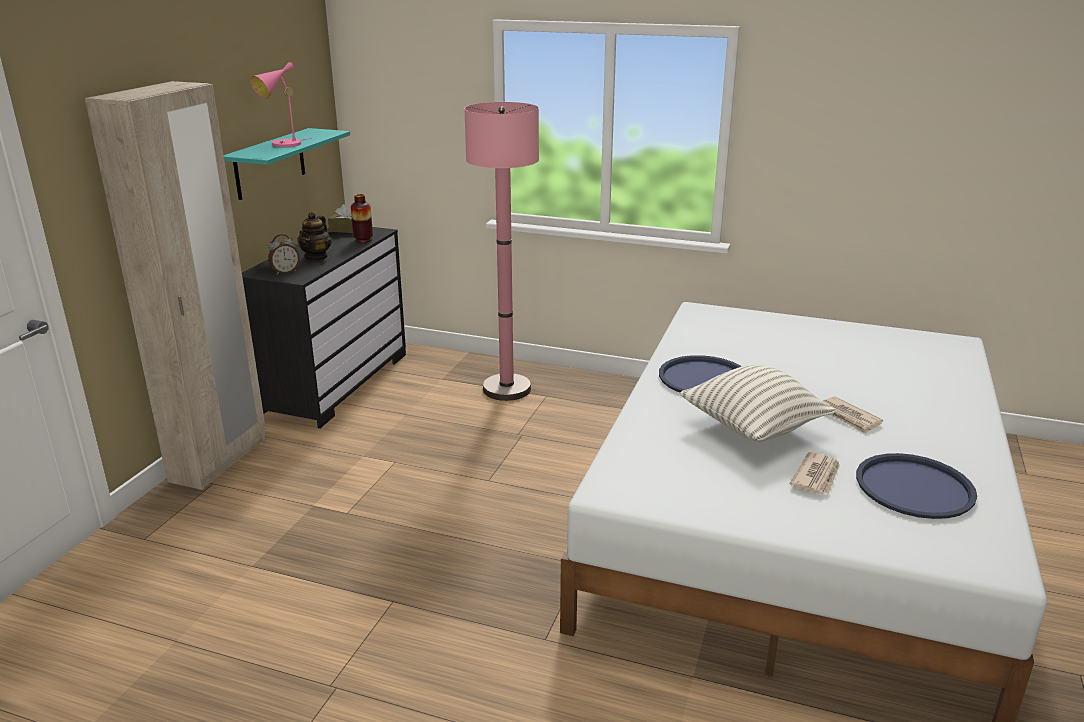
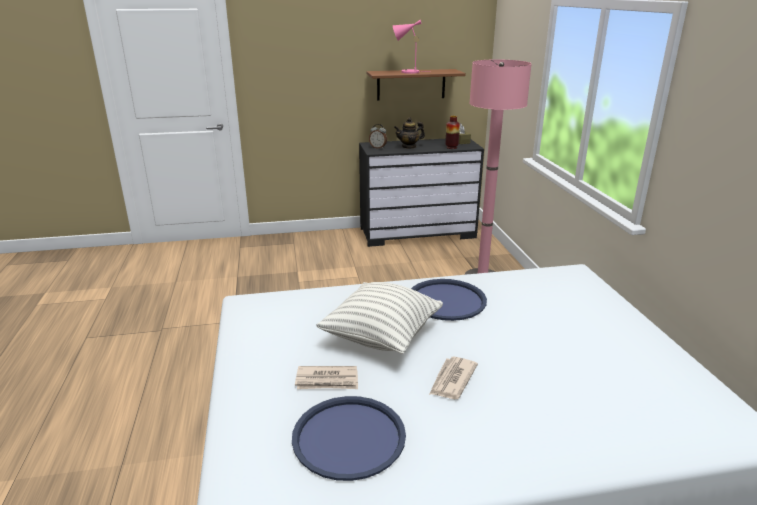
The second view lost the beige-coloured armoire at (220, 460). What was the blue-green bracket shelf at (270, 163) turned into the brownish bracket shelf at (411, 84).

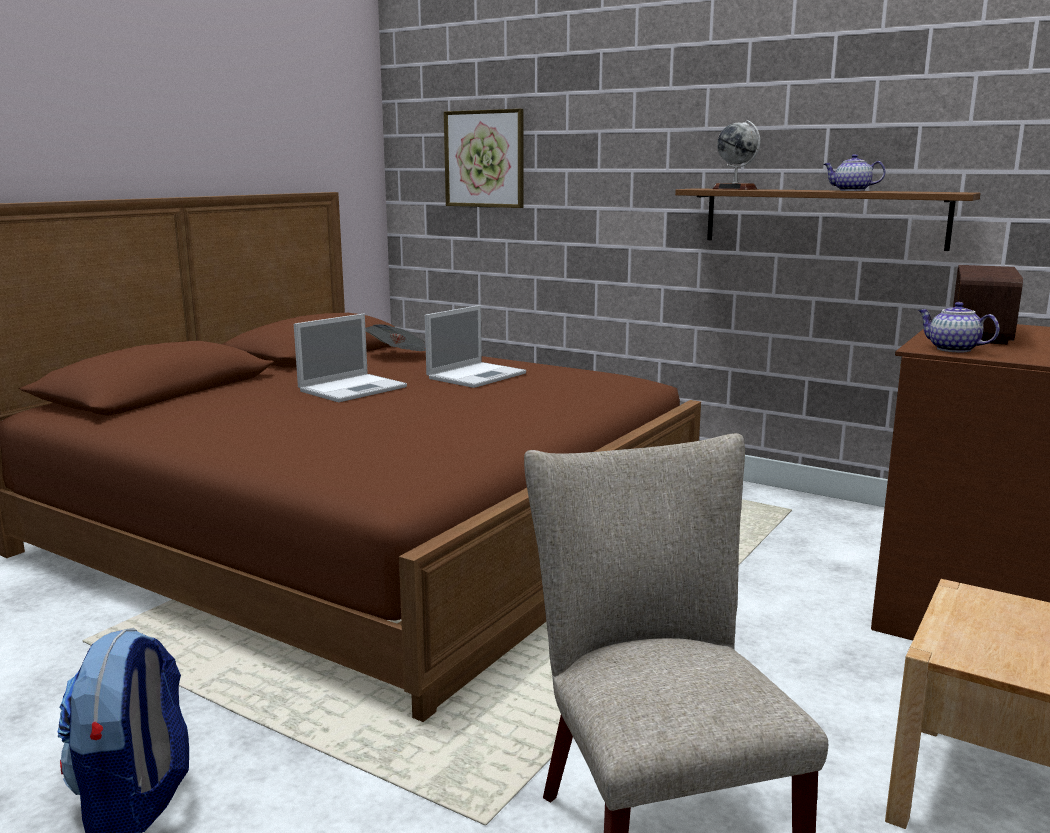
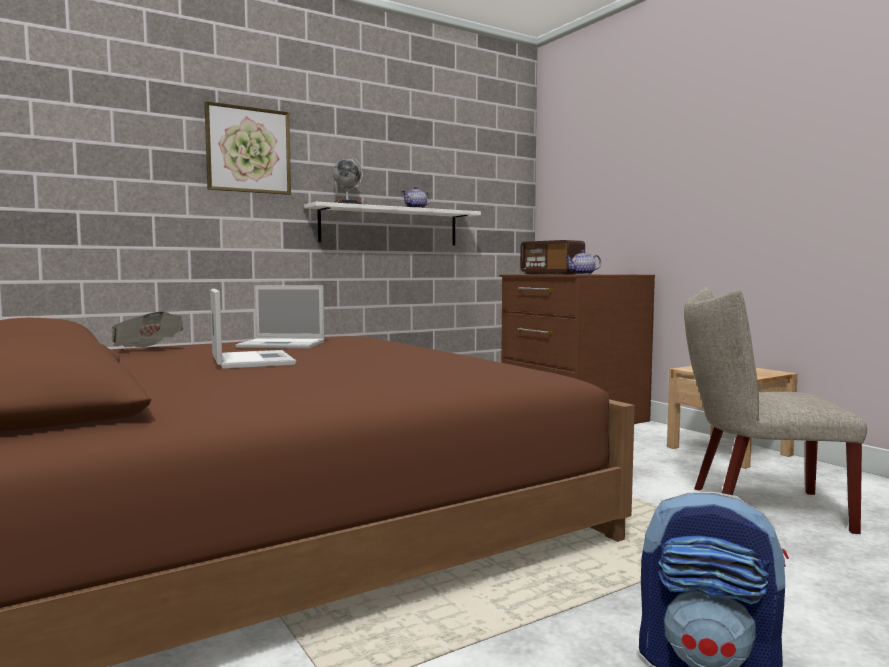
The portable computer at (477, 375) ended up facing another way, 120 degrees clockwise from before. The picture ended up elsewhere, having gone from (484, 159) to (248, 150). What was the brownish bracket shelf at (822, 217) turned into the white bracket shelf at (390, 226).

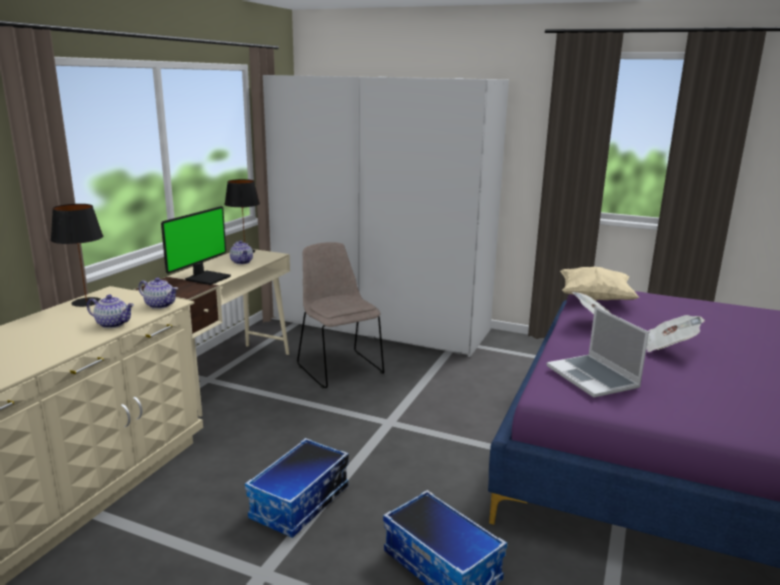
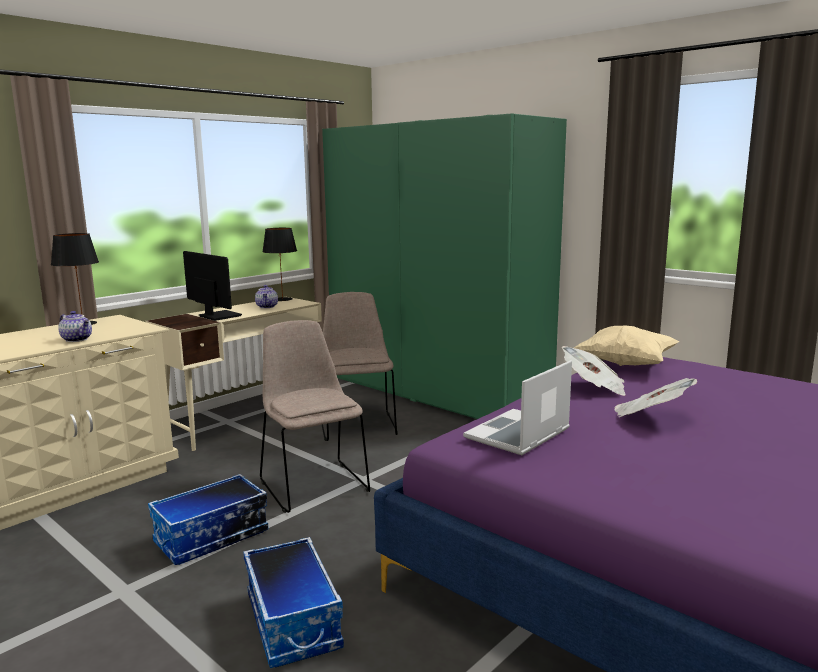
The second view lost the pot for tea at (160, 305). The computer screen at (207, 278) ended up facing another way, 90 degrees counterclockwise from before. What was the white armoire at (377, 324) turned into the greenish armoire at (432, 390). The portable computer at (593, 378) ended up facing another way, 45 degrees clockwise from before. The second view gained the beige-coloured chair at (313, 484).

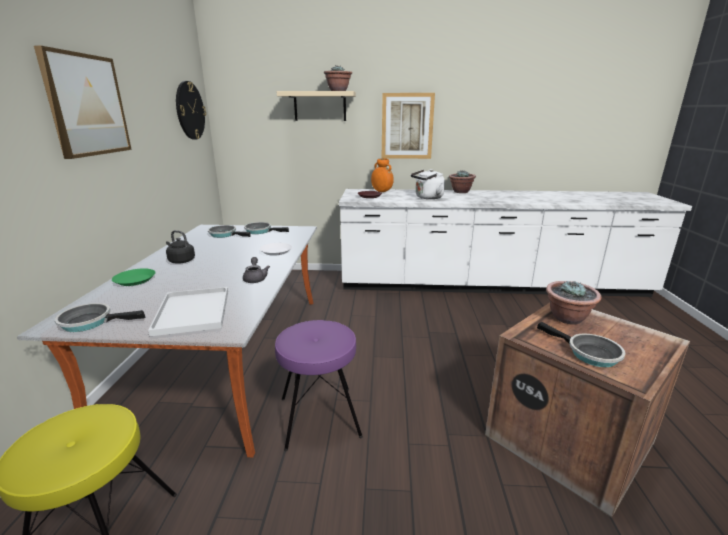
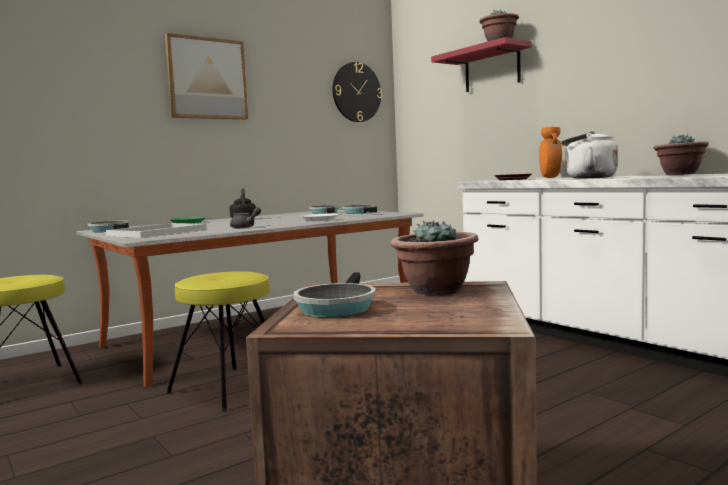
What was the purple stool seat at (320, 417) turned into the yellowish stool seat at (230, 388). What was the beige-coloured bracket shelf at (320, 106) turned into the red bracket shelf at (492, 69). The second view lost the picture at (407, 126).

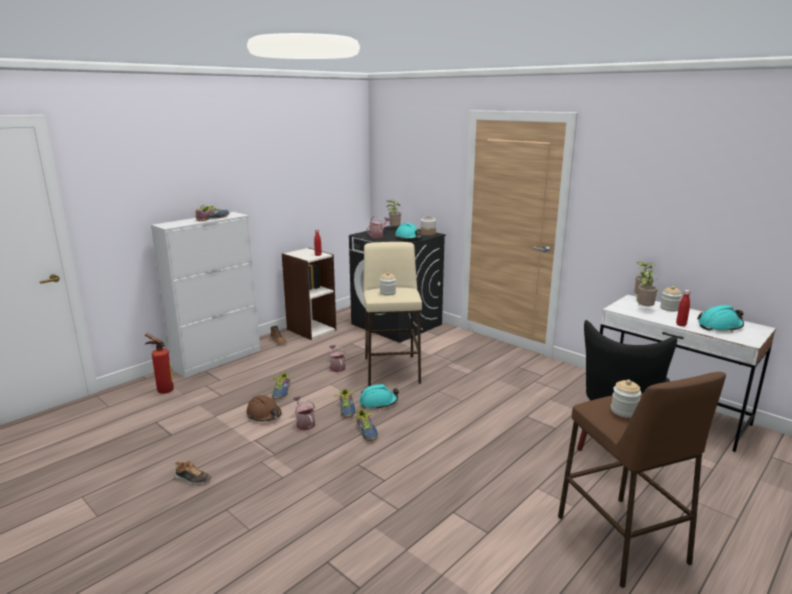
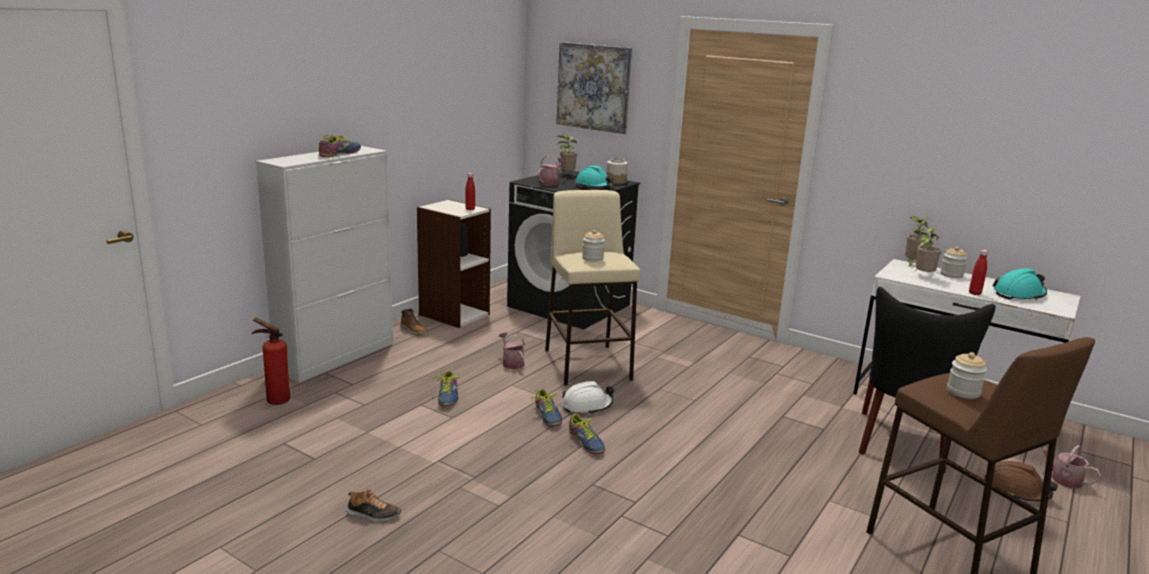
The brownish hard hat ended up elsewhere, having gone from (264, 415) to (1016, 490). The watering pot ended up elsewhere, having gone from (304, 423) to (1062, 478). What was the blue-green hard hat at (378, 402) turned into the white hard hat at (587, 406). The second view gained the picture at (594, 87).

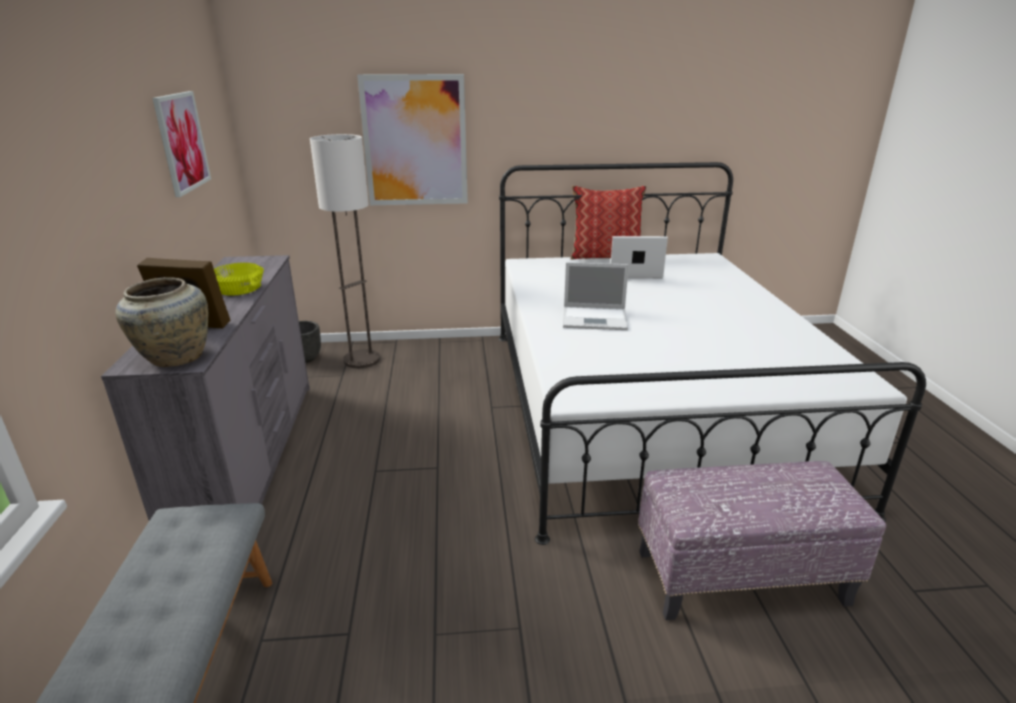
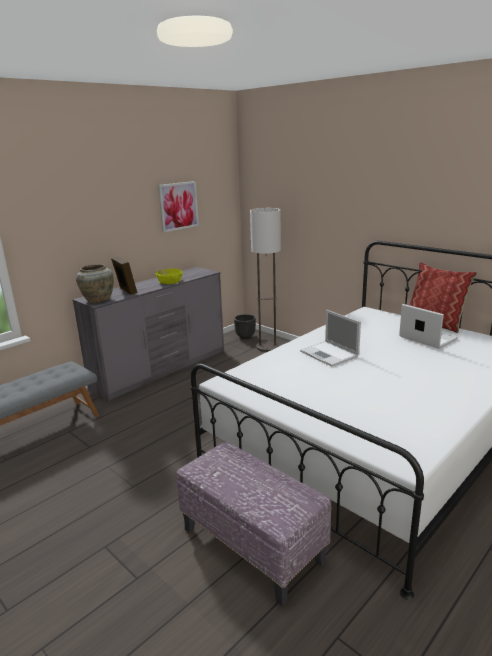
The second view lost the picture at (415, 141).

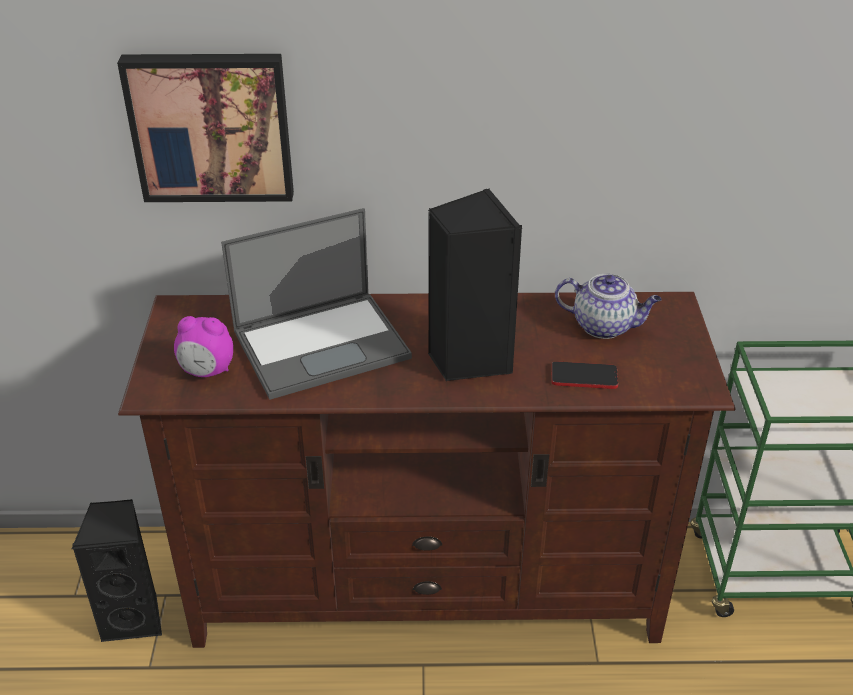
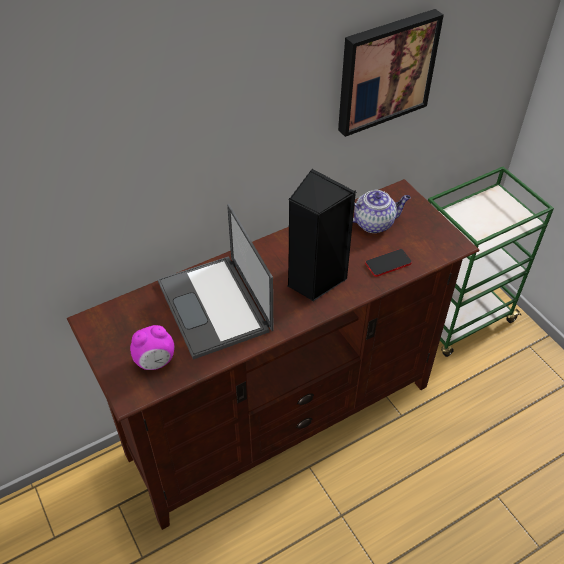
The second view lost the blackish speaker at (134, 617). The picture ended up elsewhere, having gone from (211, 126) to (385, 71). The portable computer at (323, 343) ended up facing another way, 120 degrees clockwise from before.

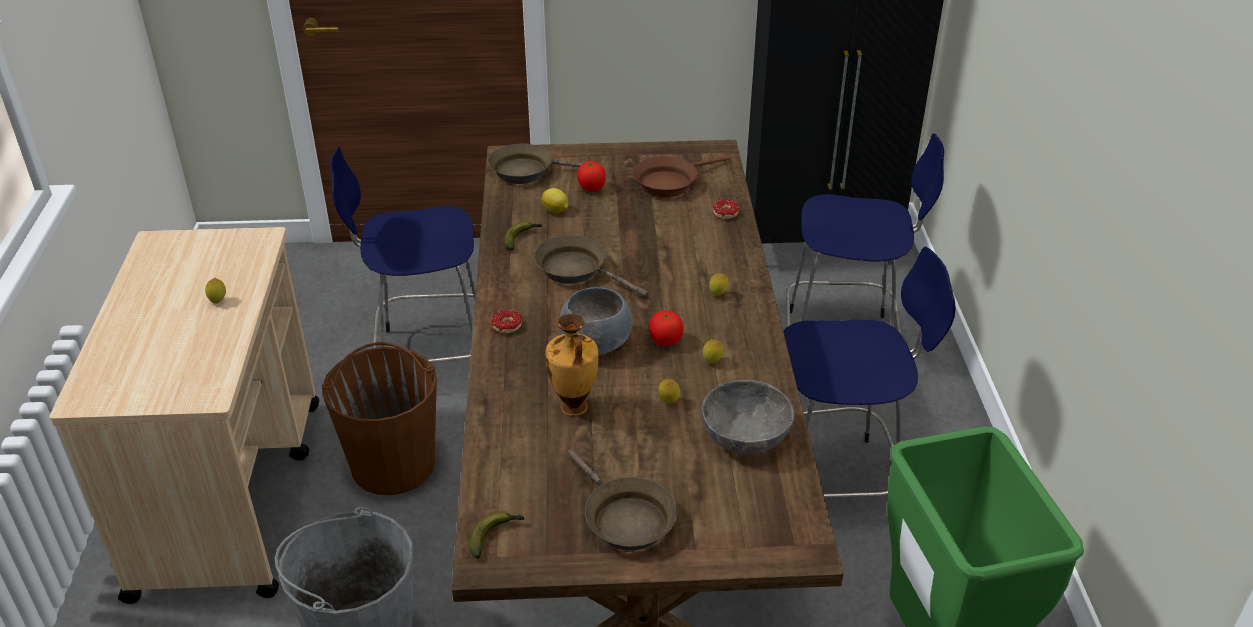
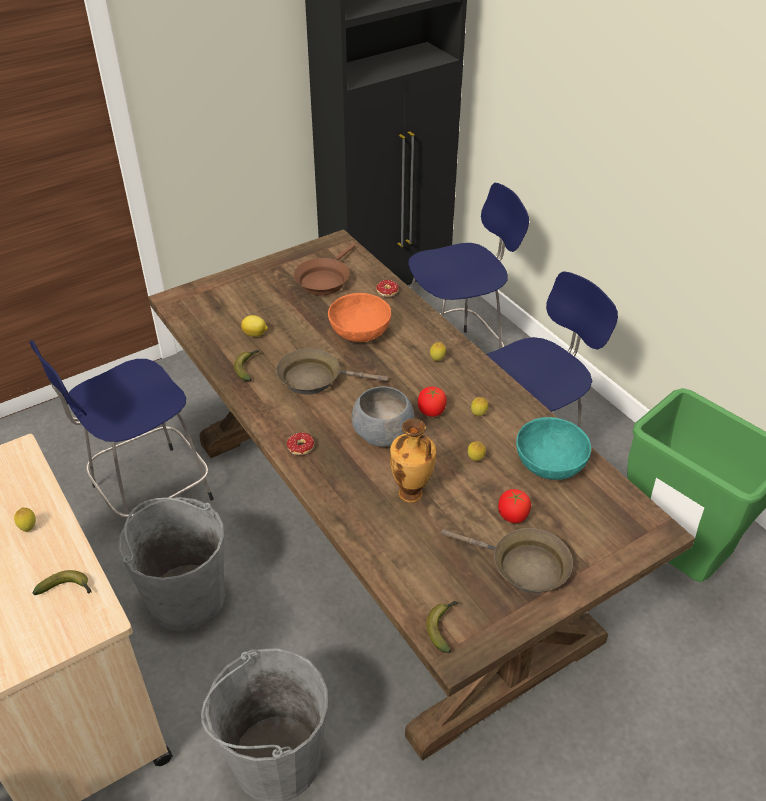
What was the brownish bucket at (393, 464) turned into the greyish bucket at (186, 598). The second view lost the brownish pan at (527, 171). The fresh tomato ended up elsewhere, having gone from (591, 188) to (512, 516). What was the greyish deep dish at (745, 437) turned into the blue-green deep dish at (549, 464). The second view gained the whole banana at (67, 589). The second view gained the orange-coloured deep dish at (359, 332).

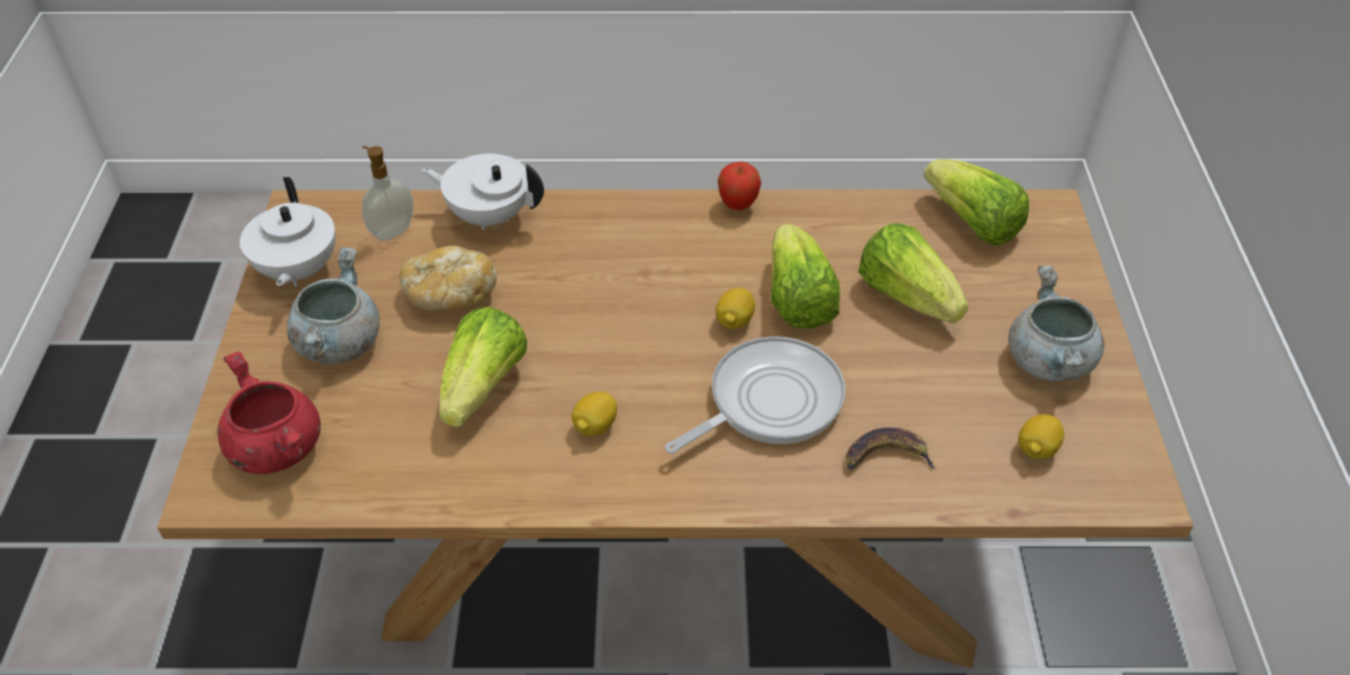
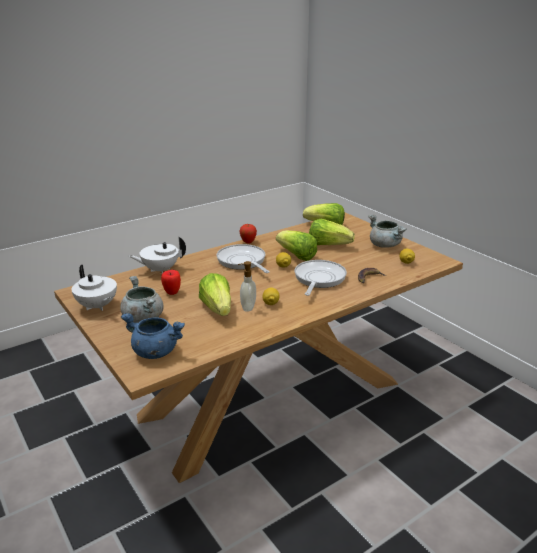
What was the red cooking pot at (276, 448) turned into the bluish cooking pot at (154, 352). The liquid soap bottle ended up elsewhere, having gone from (392, 230) to (247, 307). Where the baked bread stood at (449, 295), the whole apple came to stand at (172, 292). The second view gained the pan at (242, 261).

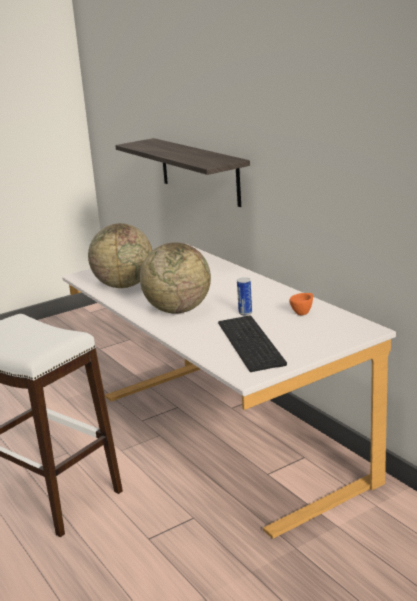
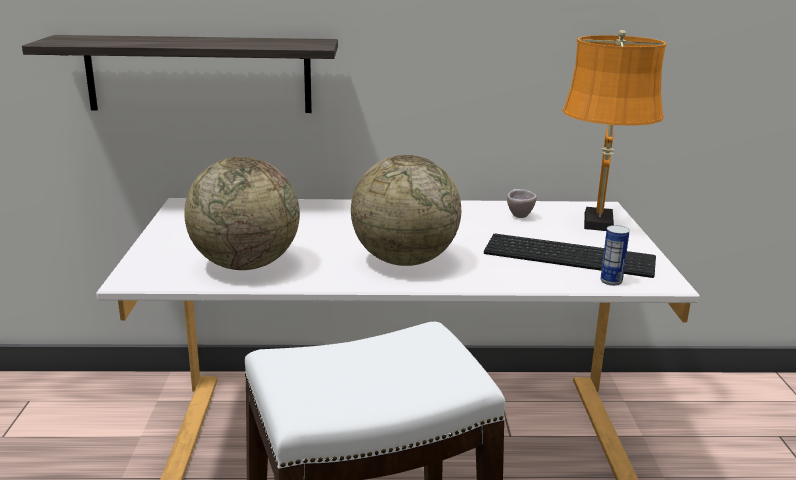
The sealed can ended up elsewhere, having gone from (245, 313) to (611, 281). What was the orange-coloured cup at (303, 312) turned into the beige-coloured cup at (517, 215). The second view gained the orange-coloured lamp for a table at (598, 223).

